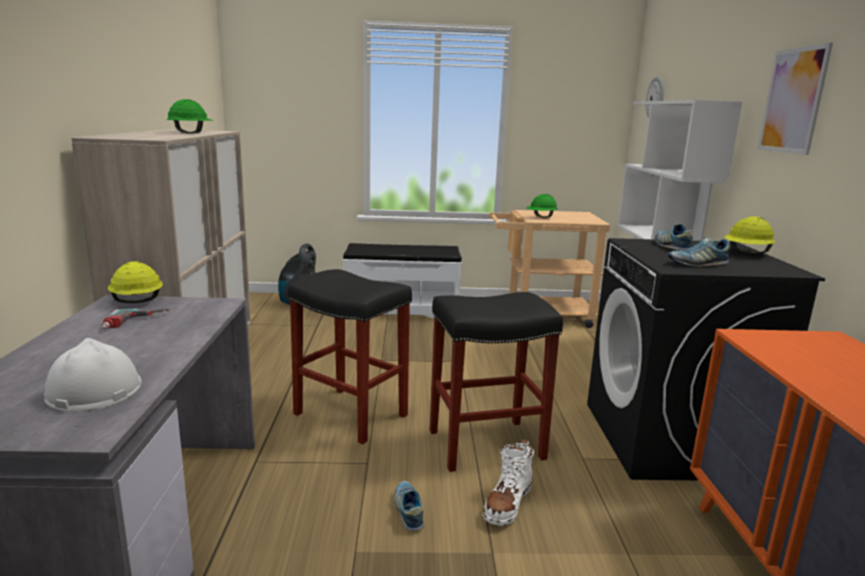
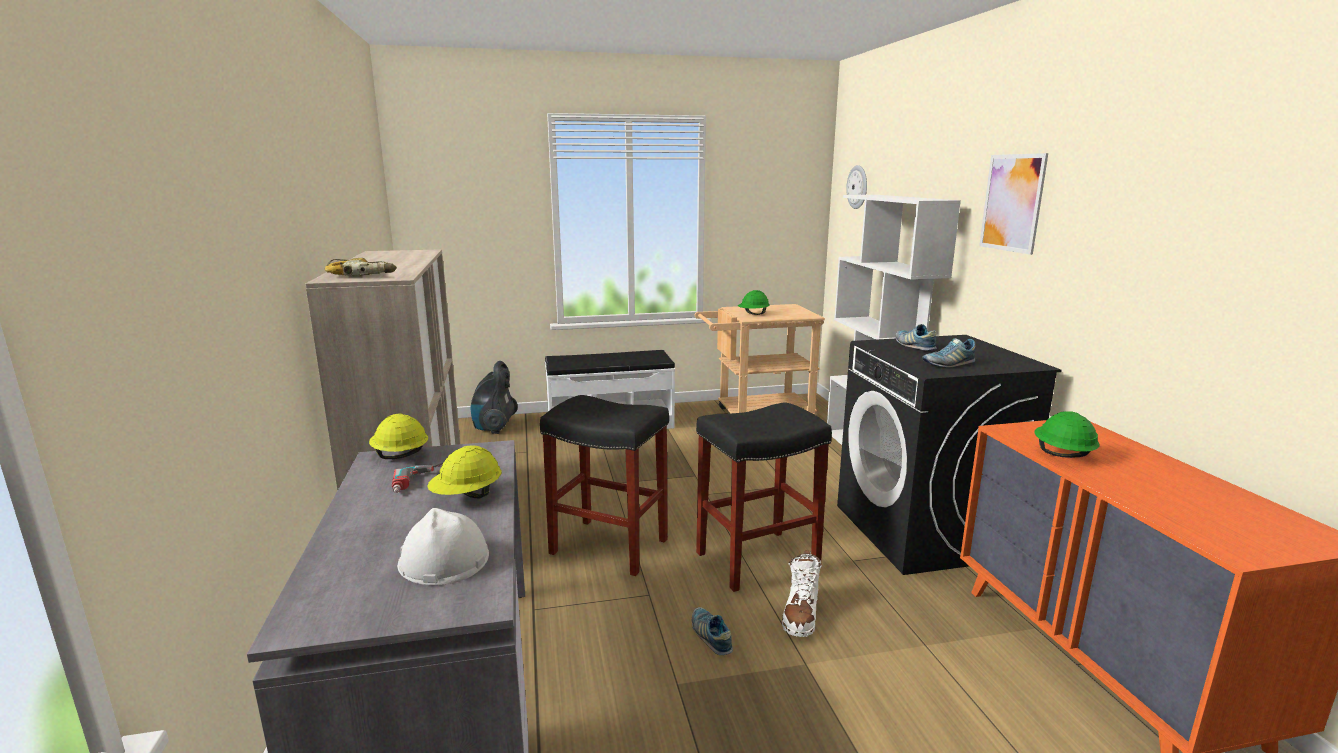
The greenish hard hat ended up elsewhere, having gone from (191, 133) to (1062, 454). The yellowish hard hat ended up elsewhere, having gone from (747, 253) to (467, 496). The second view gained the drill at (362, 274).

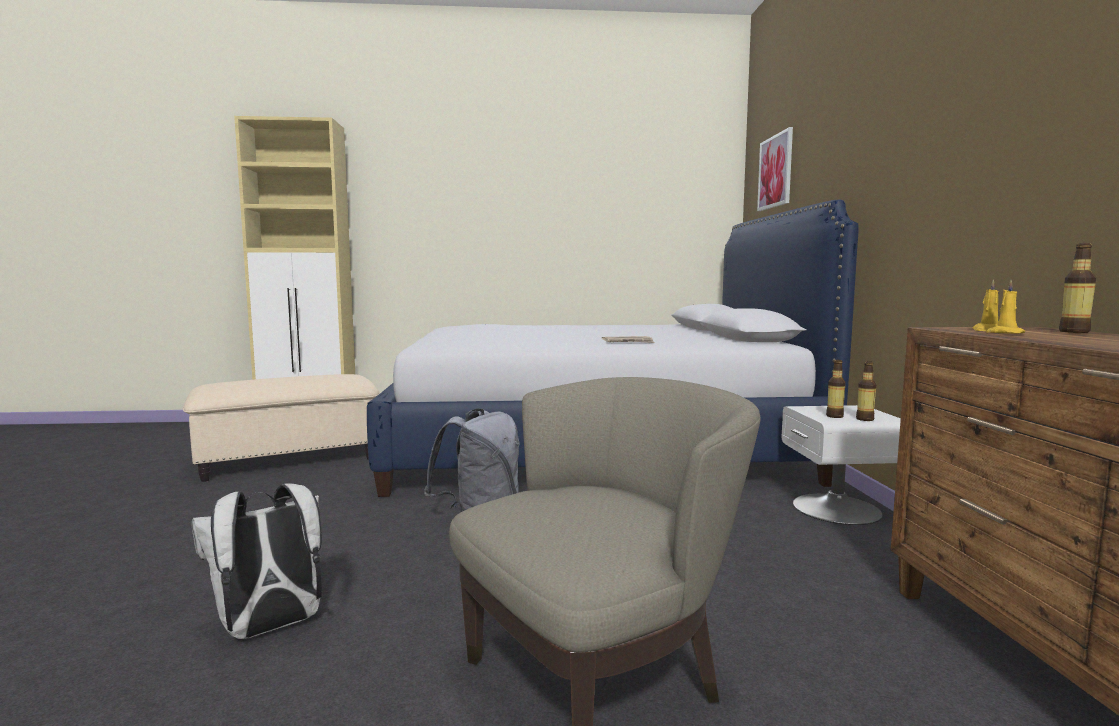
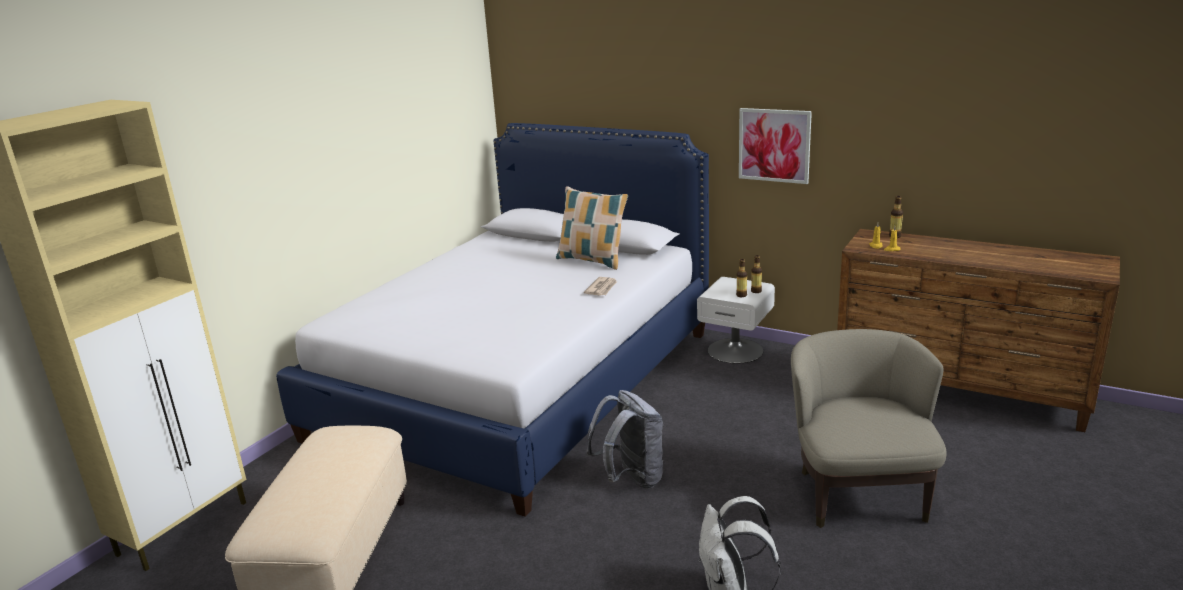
The picture ended up elsewhere, having gone from (775, 171) to (774, 145). The second view gained the throw pillow at (592, 260).

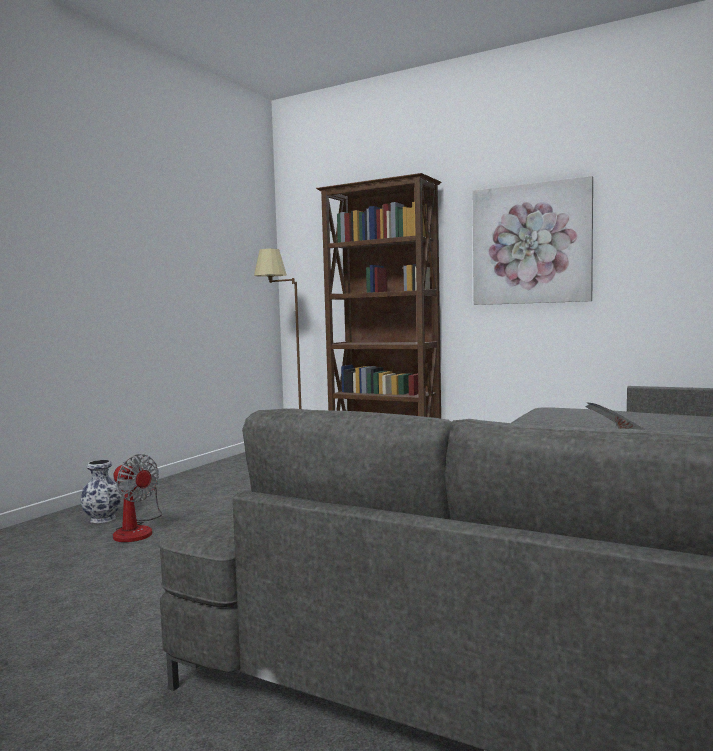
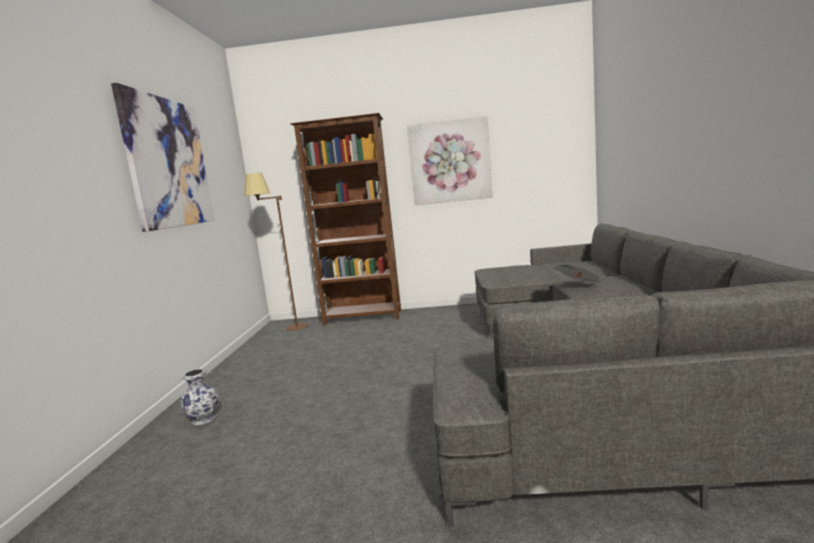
The second view lost the fan at (137, 530). The second view gained the picture at (168, 163).

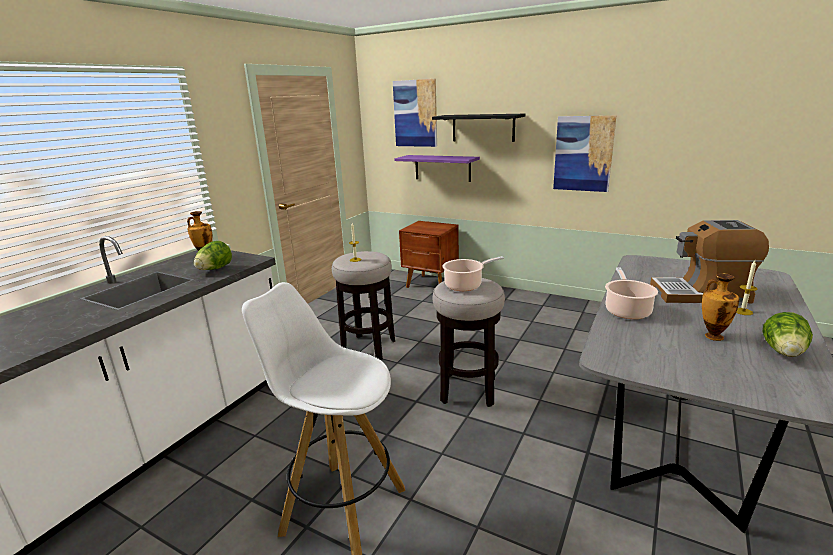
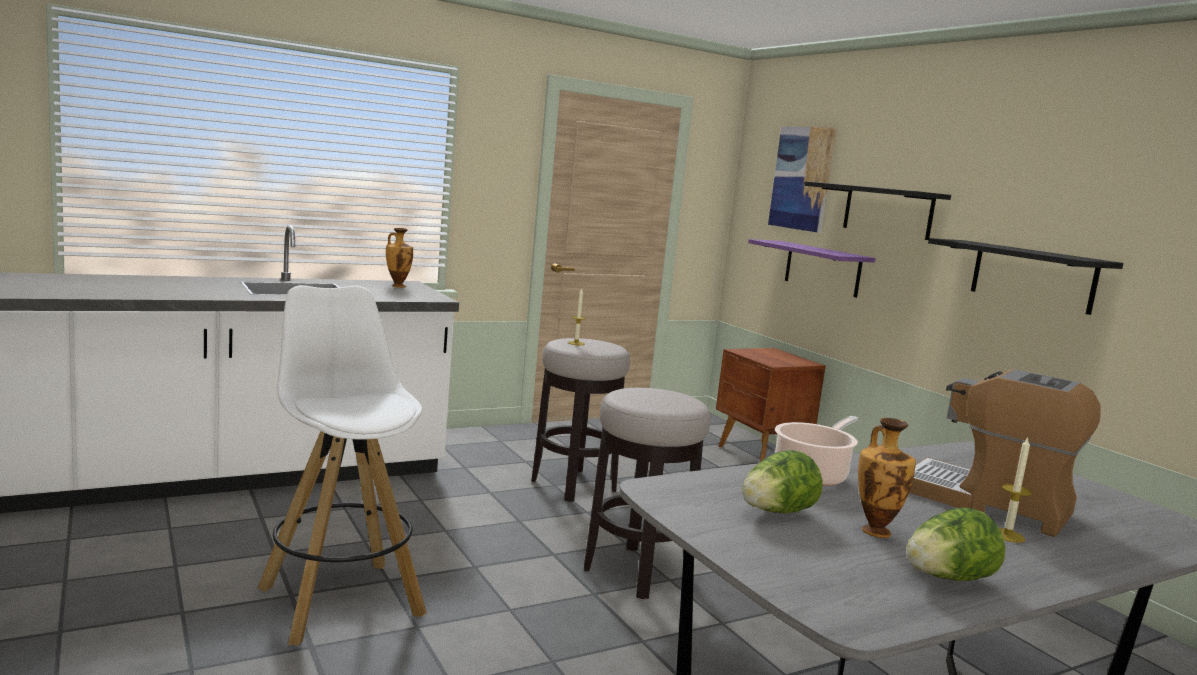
The lettuce ended up elsewhere, having gone from (214, 269) to (776, 512). The second view lost the cooking pot at (465, 285). Where the picture hung at (583, 153), the blackish bracket shelf came to hang at (1032, 276).

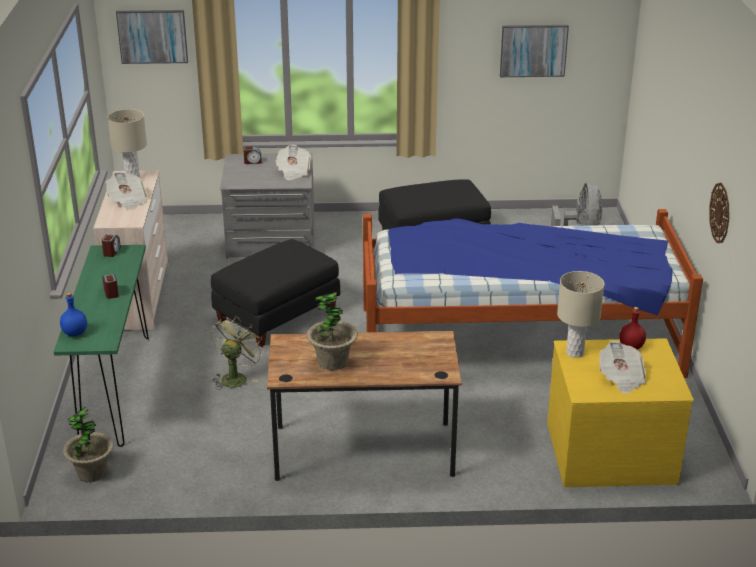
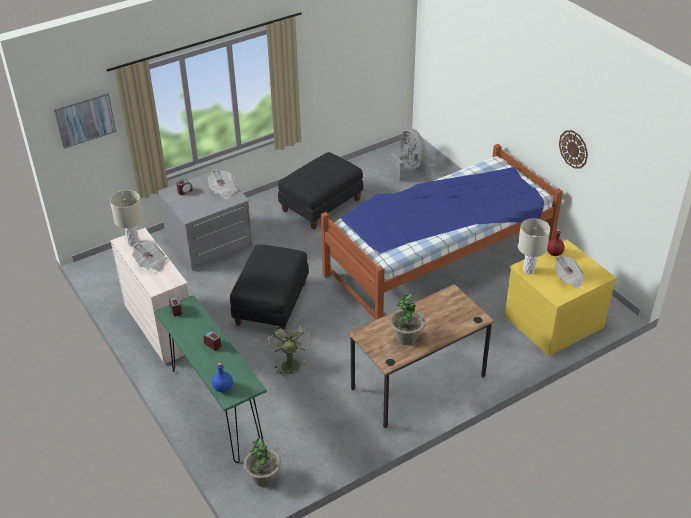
The second view lost the picture at (533, 50).

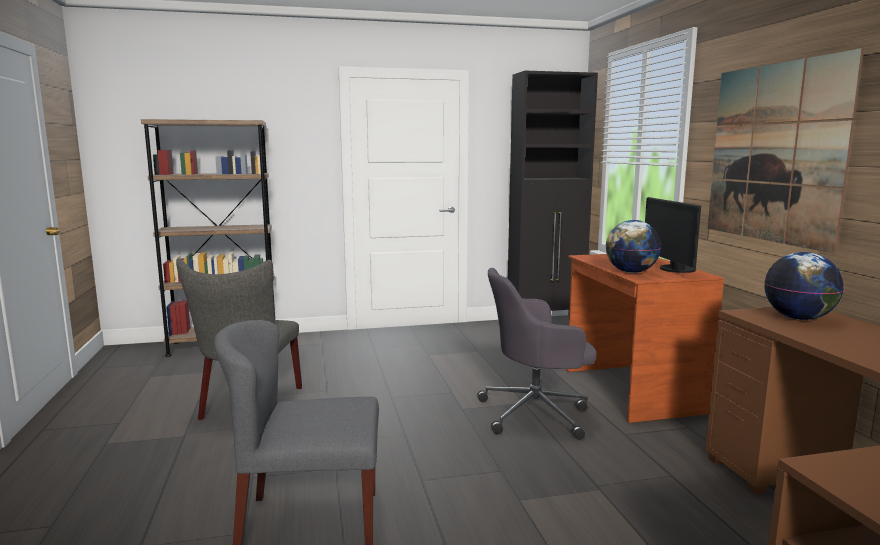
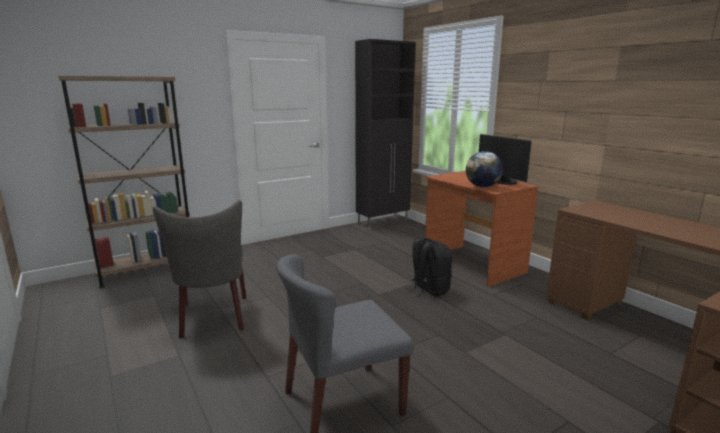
Where the greyish office chair stood at (536, 413), the blackish backpack came to stand at (429, 289). The second view lost the picture at (774, 153). The second view lost the globe at (799, 318).

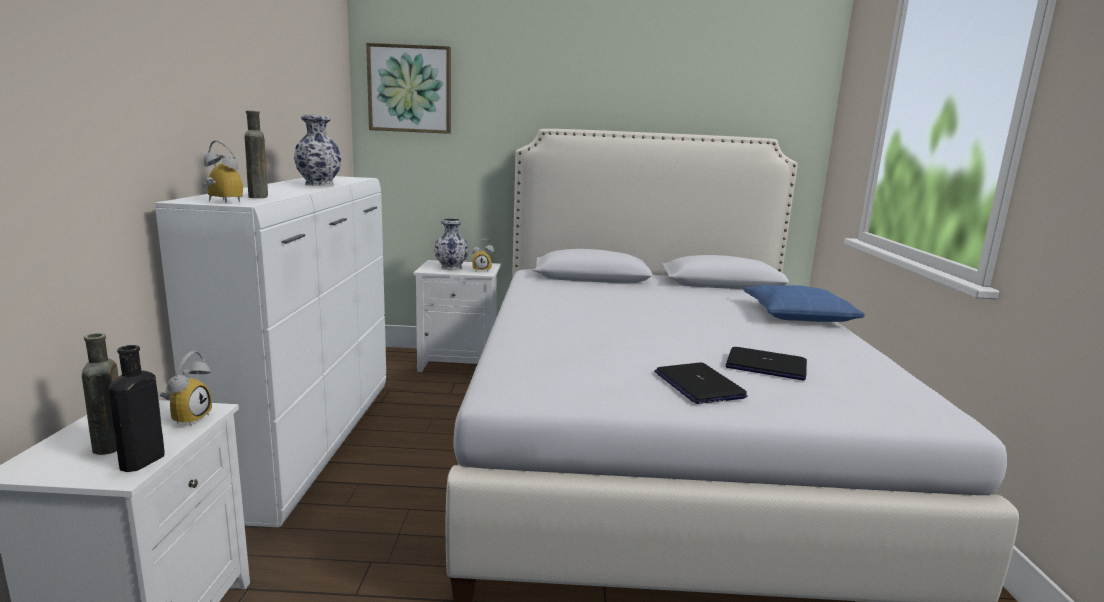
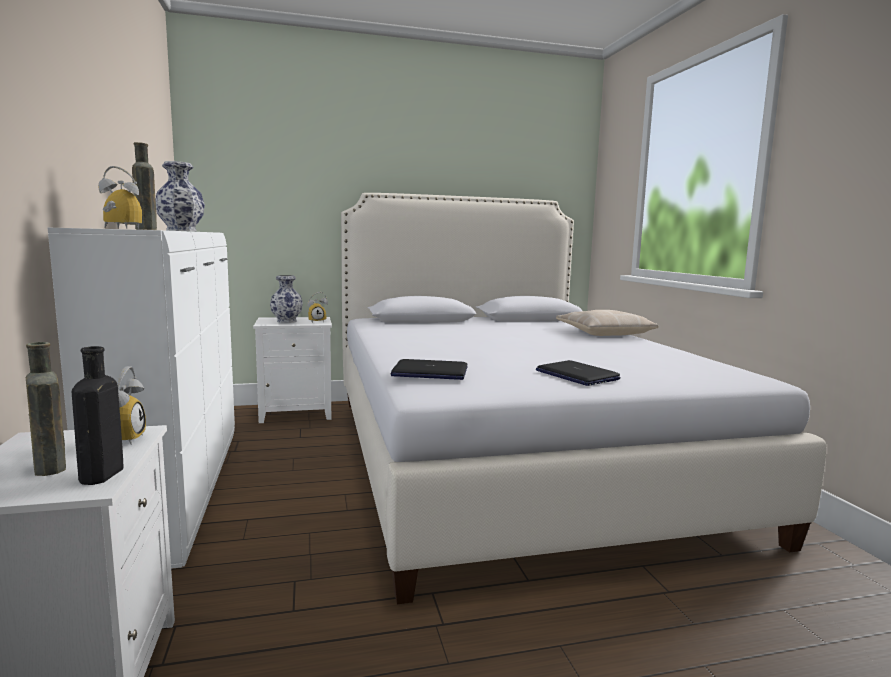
The second view lost the picture at (410, 89). The portable computer ended up elsewhere, having gone from (765, 366) to (429, 372). What was the bluish throw pillow at (797, 315) turned into the beige-coloured throw pillow at (604, 333).

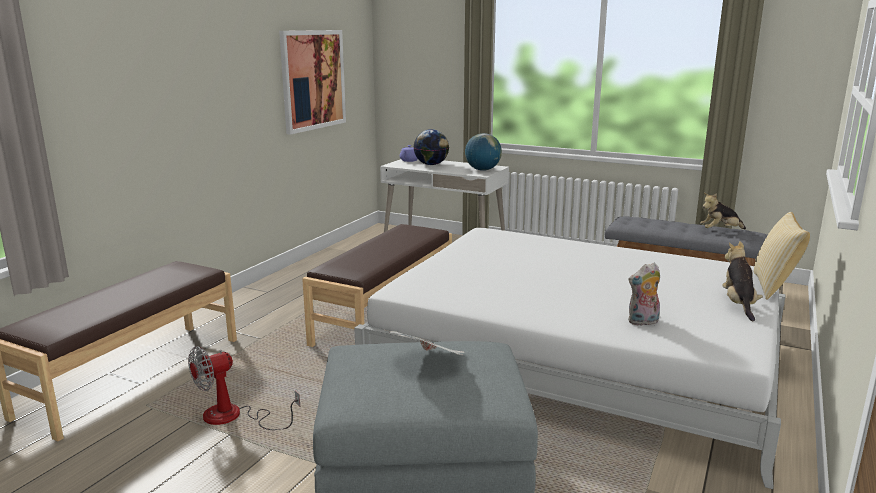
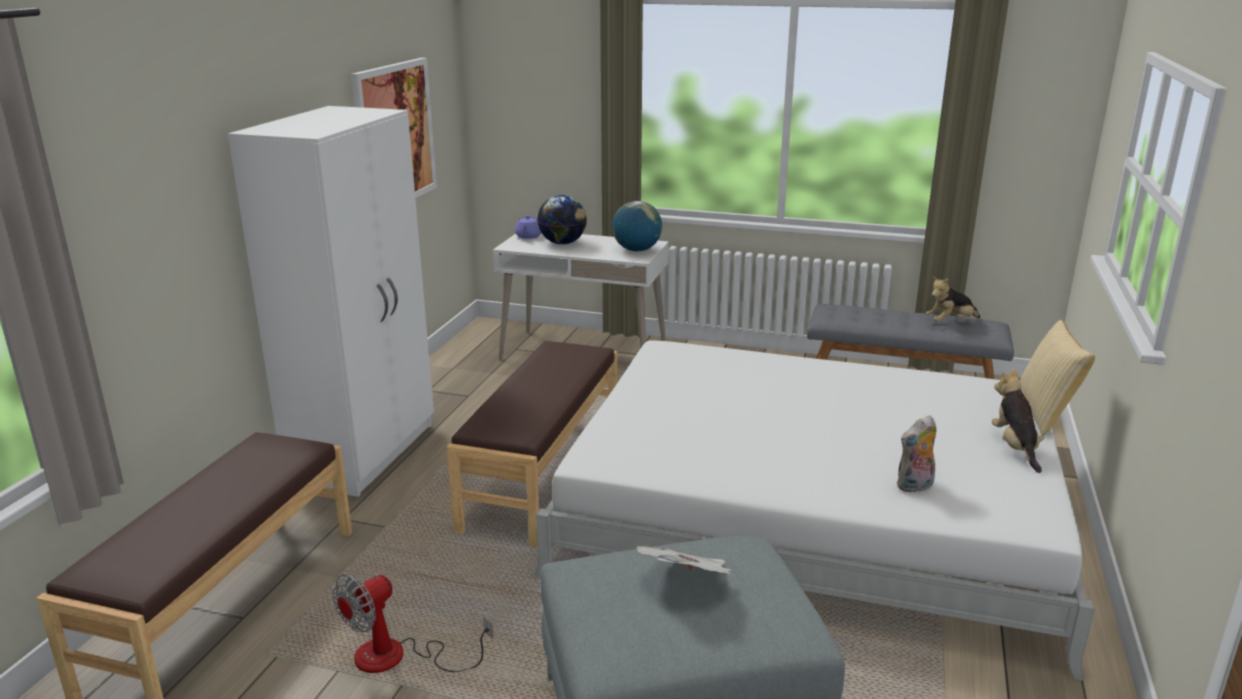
The second view gained the white armoire at (365, 452).

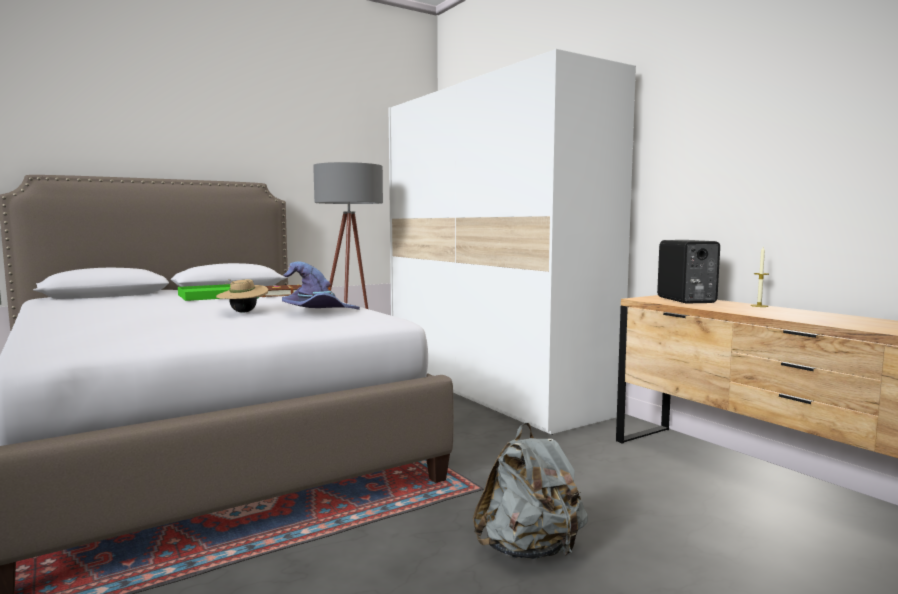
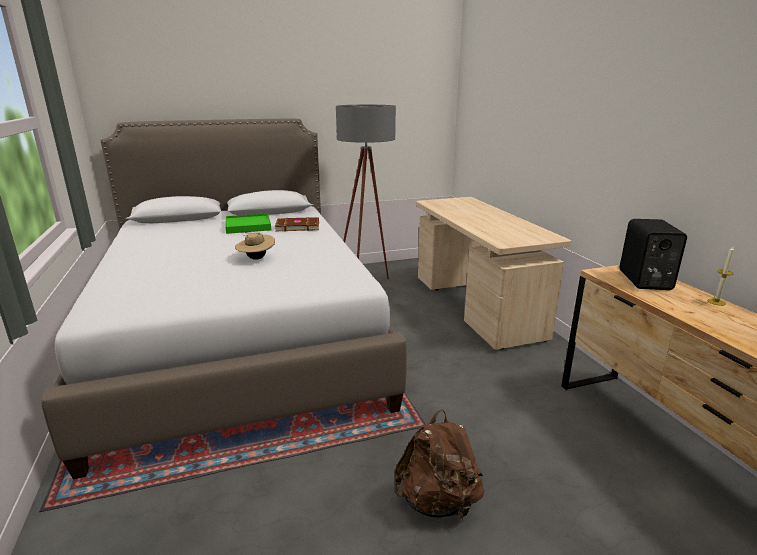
The second view lost the purple clothing hat at (318, 312). Where the white armoire stood at (491, 389), the beige-coloured desk unit came to stand at (475, 307). What was the greyish backpack at (530, 550) turned into the brownish backpack at (438, 502).

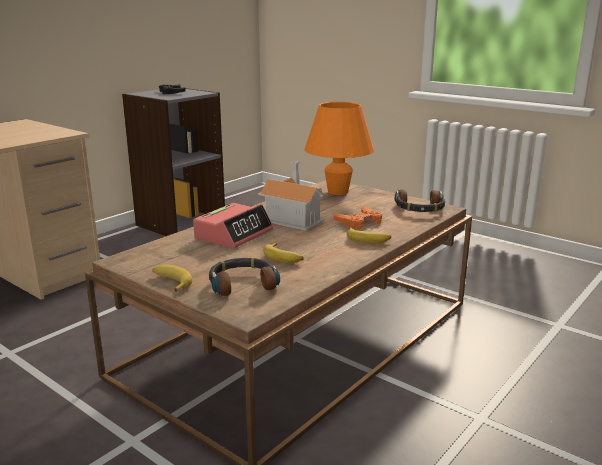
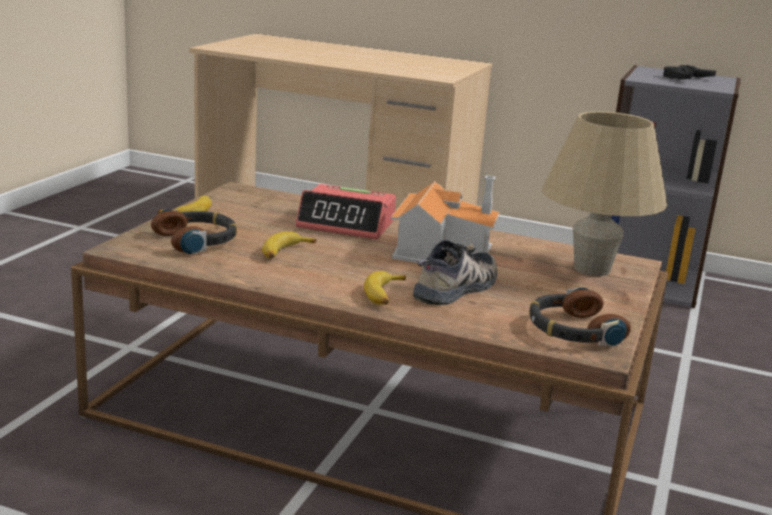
What was the orange-coloured lamp for a table at (338, 192) turned into the beige-coloured lamp for a table at (591, 269). Where the orange-coloured joypad stood at (359, 222), the shoe came to stand at (458, 288).

